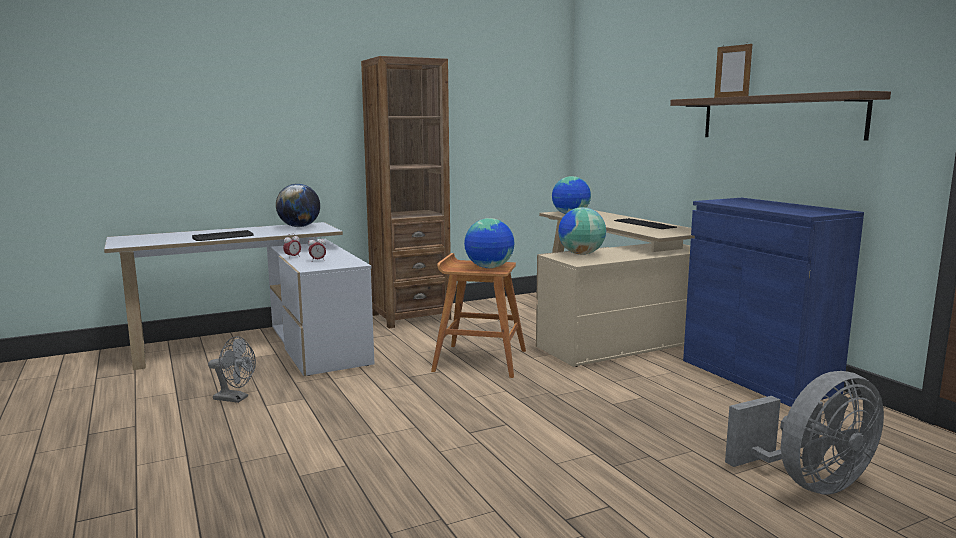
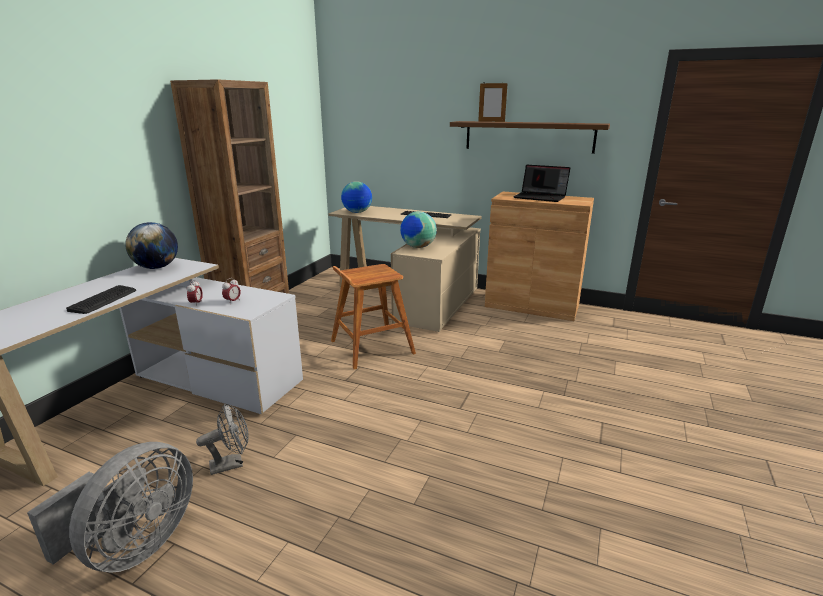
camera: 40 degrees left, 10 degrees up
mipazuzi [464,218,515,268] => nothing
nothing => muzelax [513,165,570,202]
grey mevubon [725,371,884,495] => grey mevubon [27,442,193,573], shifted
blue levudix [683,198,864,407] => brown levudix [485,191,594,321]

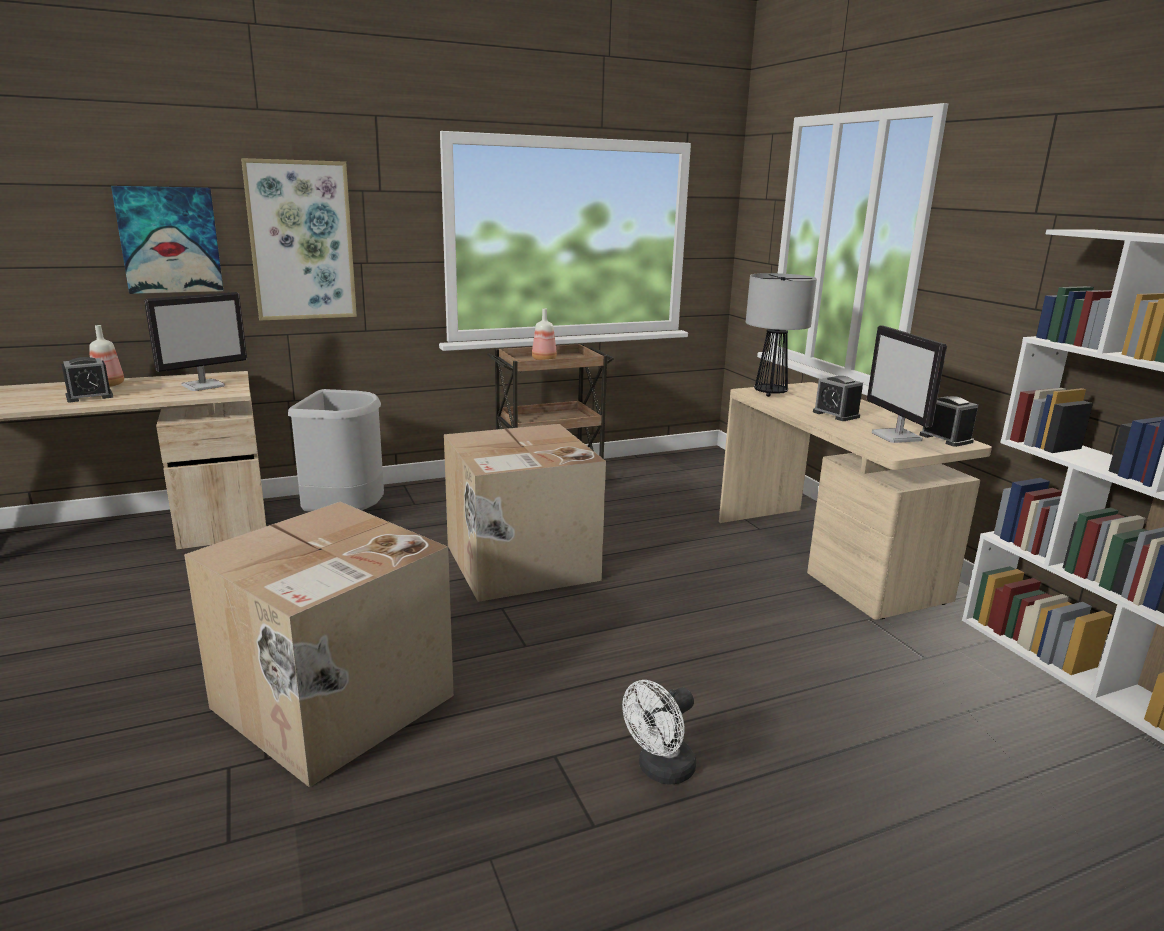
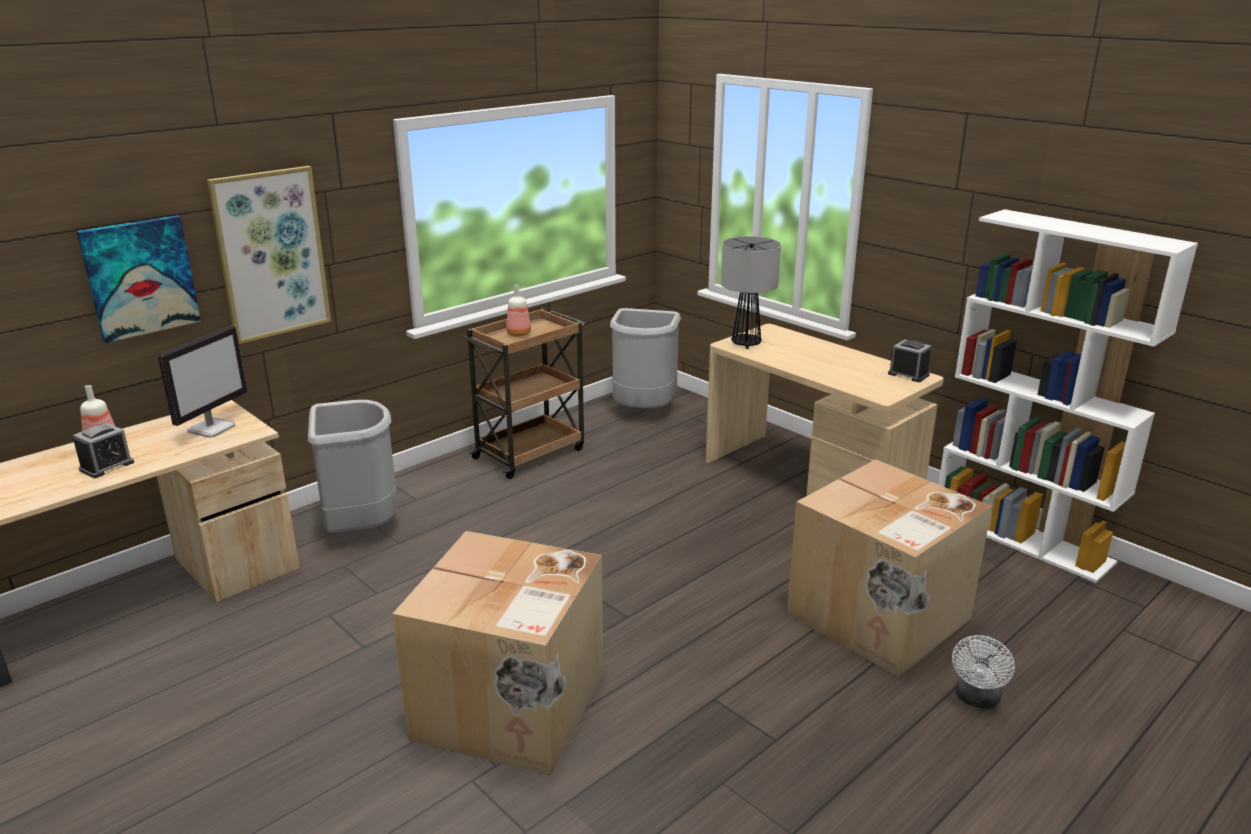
camera: 20 degrees left, 5 degrees up
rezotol [813,376,863,421] => nothing
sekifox [867,325,947,443] => nothing
nothing => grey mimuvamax [610,308,681,408]
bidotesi [444,424,606,602] => bidotesi [787,459,992,677], shifted
white mevubon [622,680,696,785] => white mevubon [952,633,1015,709], shifted

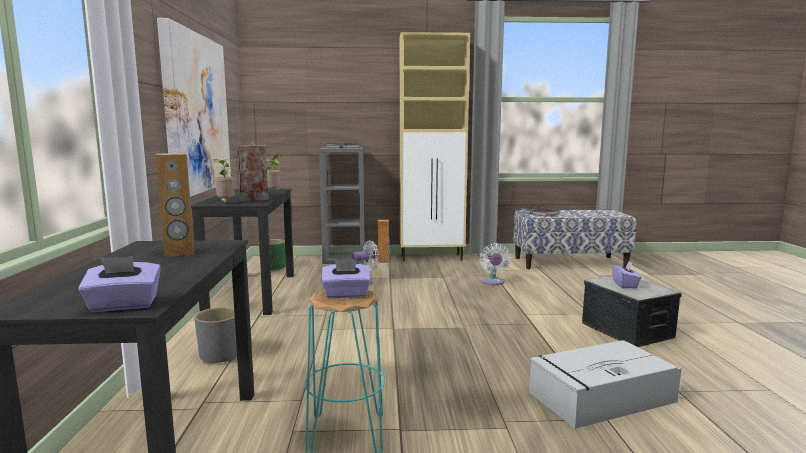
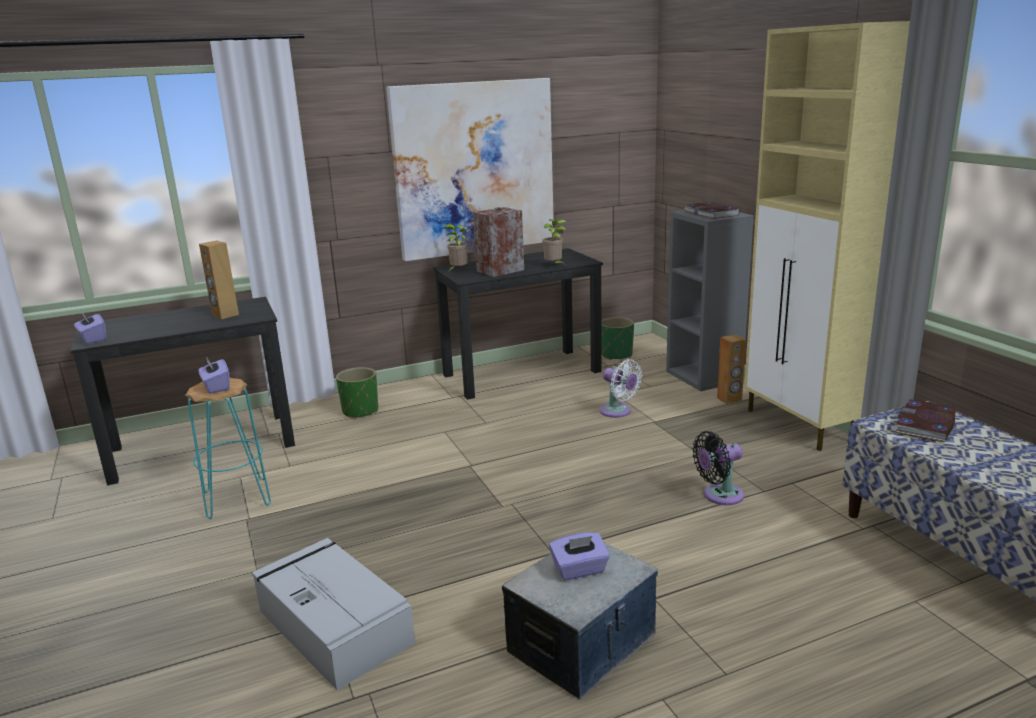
camera: 70 degrees right, 10 degrees up
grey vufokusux [194,307,237,363] => green vufokusux [336,367,378,419]
white mevubon [480,243,511,285] => black mevubon [692,431,744,505]

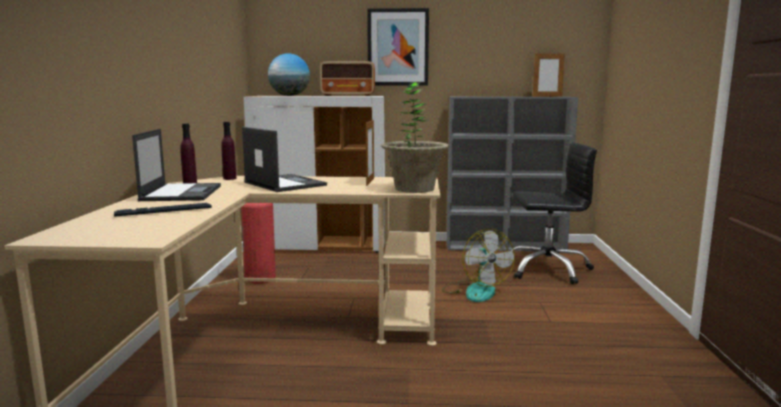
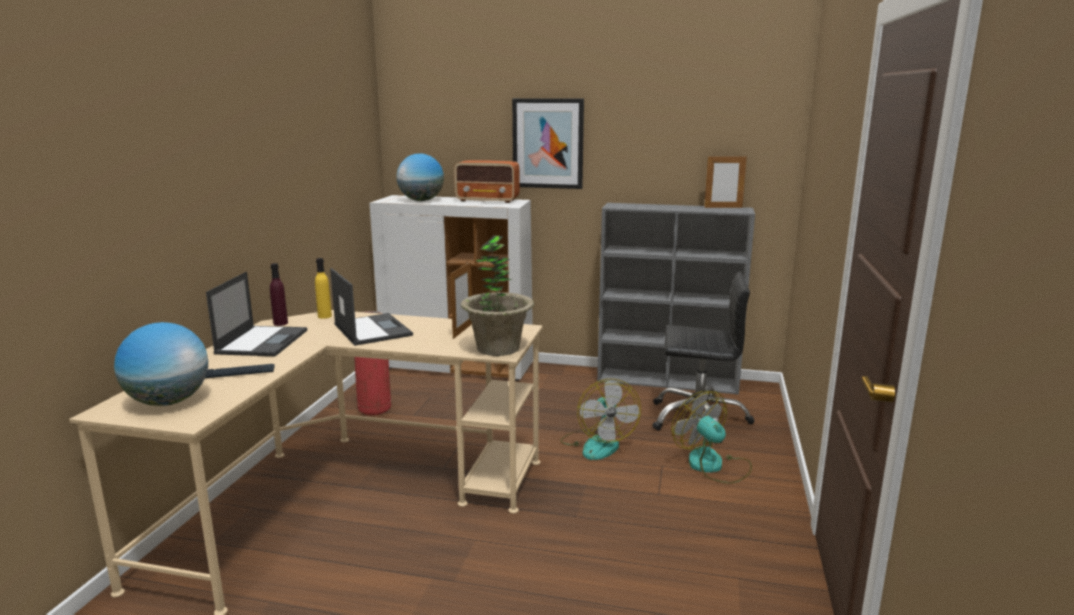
camera: 10 degrees right, 5 degrees up
nothing => mipazuzi [114,322,208,406]
nothing => mevubon [671,391,752,484]
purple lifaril [221,122,237,180] => yellow lifaril [315,258,332,319]

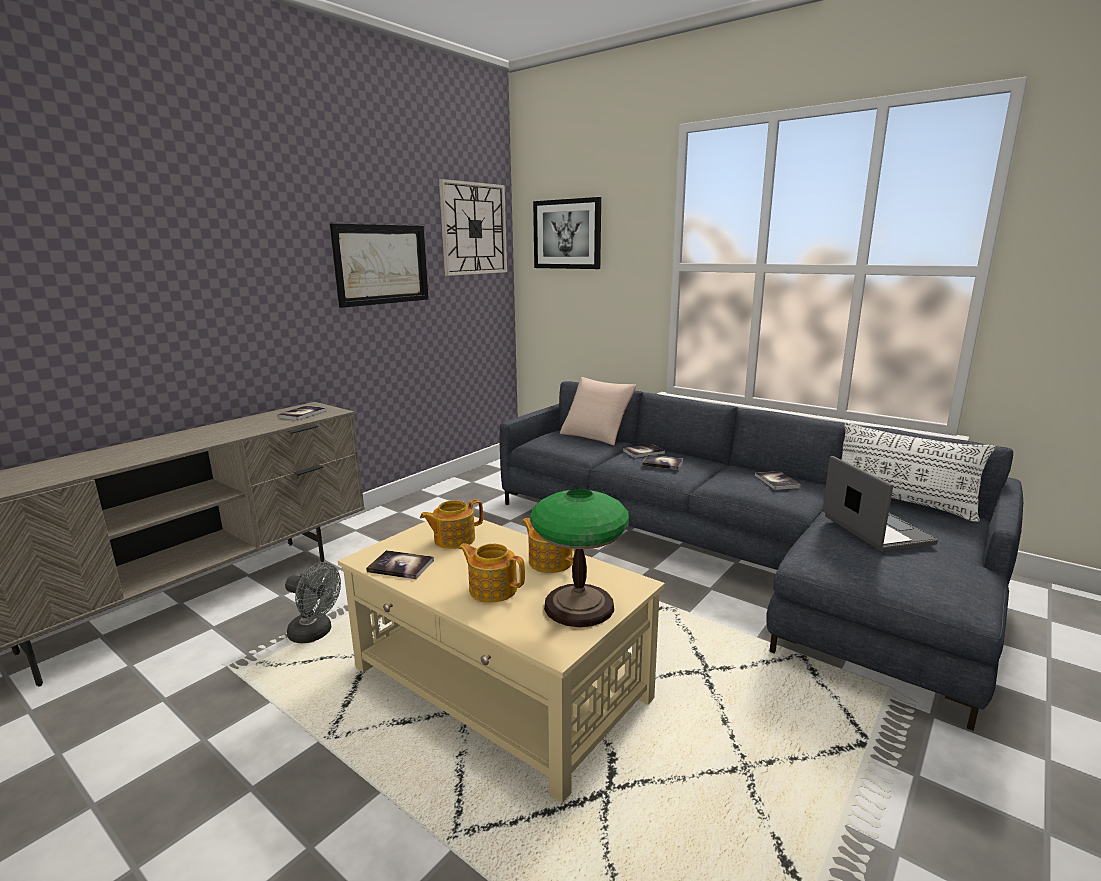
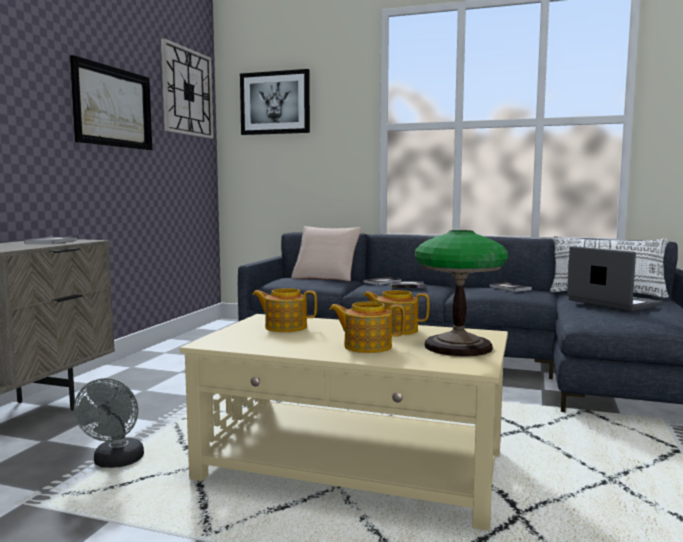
camera: 20 degrees left, 10 degrees down
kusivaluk [366,550,434,579] => nothing
grey mevubon [285,563,341,643] => grey mevubon [74,378,144,468], 90 degrees clockwise
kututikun [420,499,483,549] => kututikun [252,288,317,332], 60 degrees clockwise

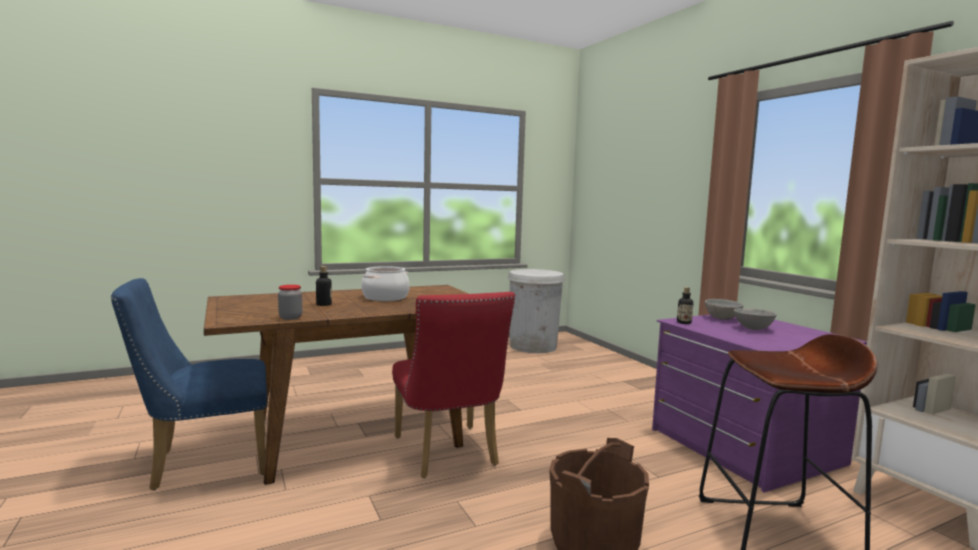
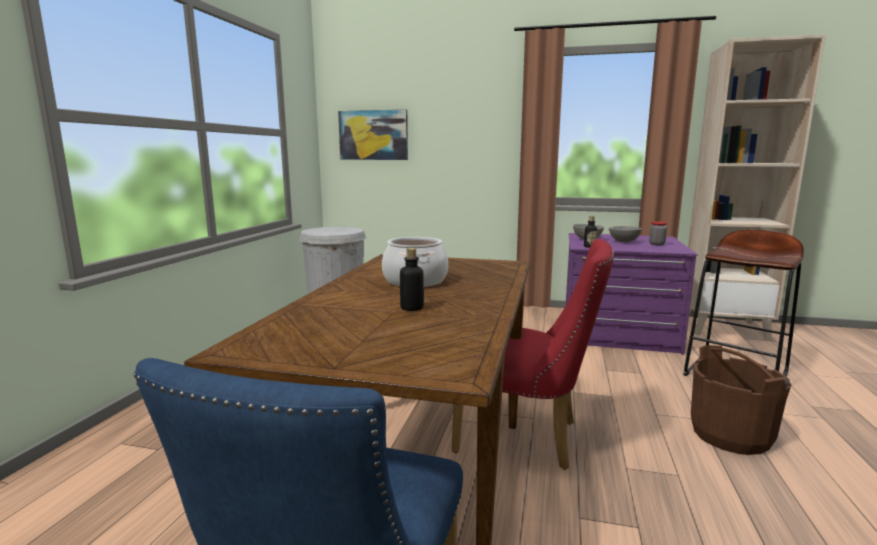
camera: 50 degrees left, 5 degrees up
nothing => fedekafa [338,110,408,160]
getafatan [278,285,302,320] => getafatan [649,222,667,245], shifted

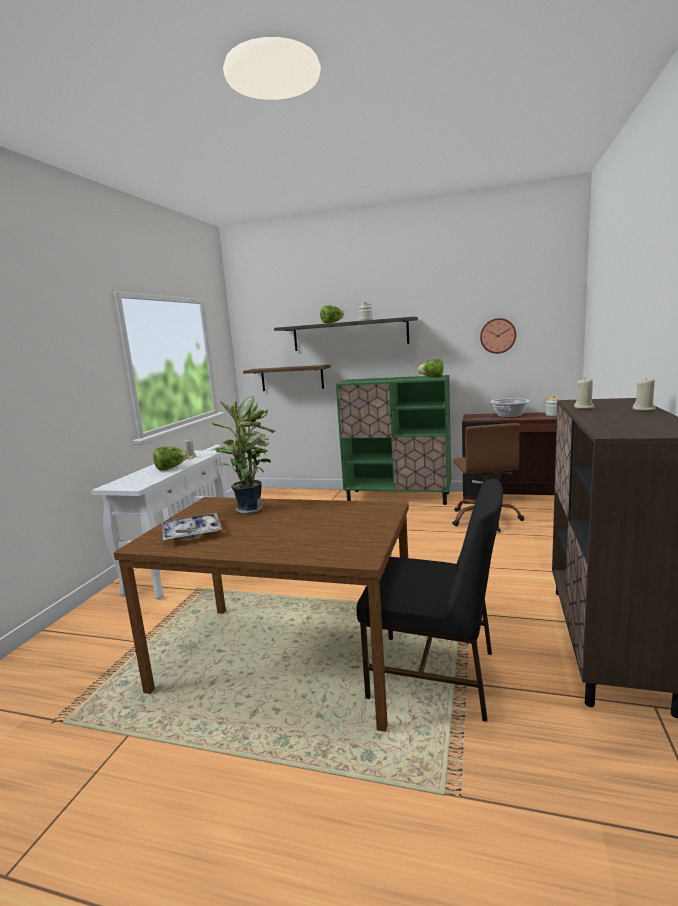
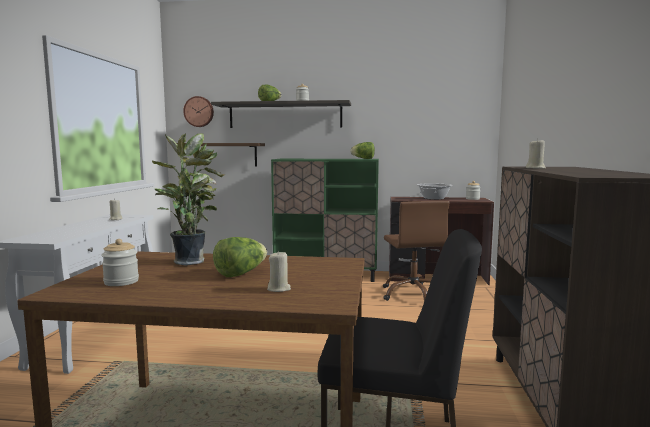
camera: 10 degrees left, 5 degrees down
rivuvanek [153,447,188,470] => rivuvanek [213,237,267,277], shifted
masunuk [480,318,516,354] => masunuk [183,96,214,127], shifted
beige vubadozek [633,377,656,411] => beige vubadozek [267,251,291,292], shifted
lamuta [162,513,222,540] => getafatan [101,239,139,286]

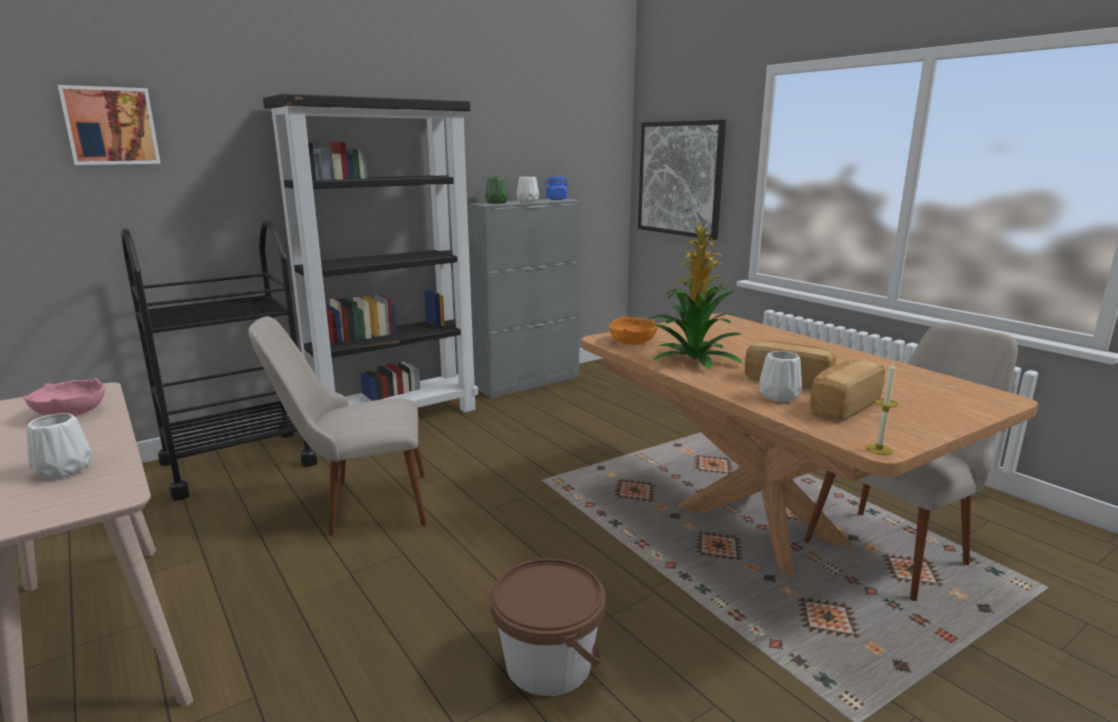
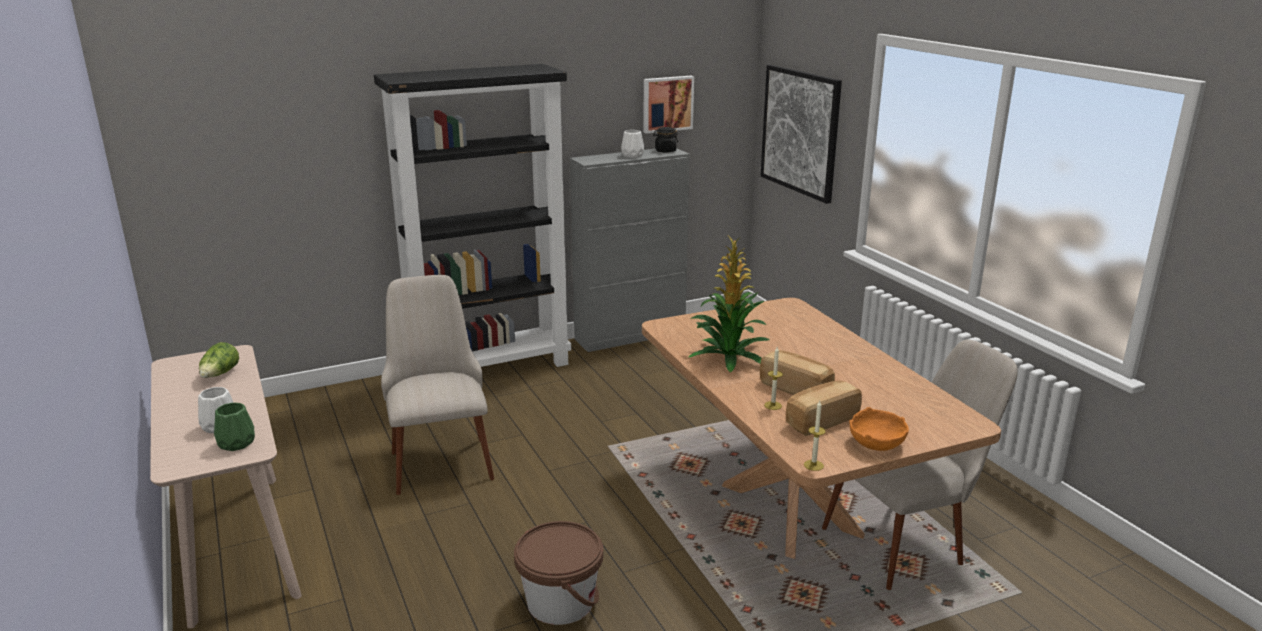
camera: 10 degrees right, 5 degrees up
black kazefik [121,220,317,501] => nothing
fedekafa [58,85,161,165] => fedekafa [643,76,694,134], shifted
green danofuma [485,177,508,204] => green danofuma [214,403,255,451], shifted
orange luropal [609,316,658,345] => orange luropal [849,407,909,451], shifted
pink luropal [23,378,105,416] => rivuvanek [199,342,239,378]
white danofuma [759,351,802,402] => vubadozek [764,347,783,410]
blue getafatan [544,177,569,200] => black getafatan [653,127,678,153]
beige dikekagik [248,316,426,536] => beige dikekagik [381,275,494,495], 75 degrees clockwise

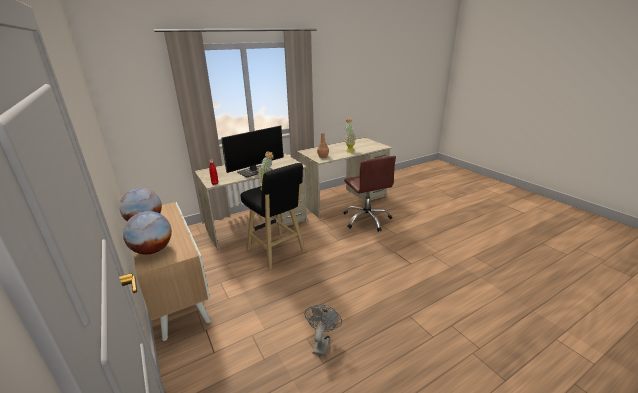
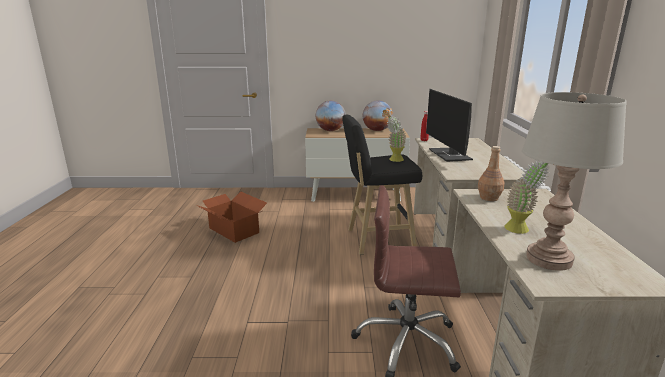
camera: 120 degrees right, 5 degrees down
nothing => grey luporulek [522,92,627,271]
grey mevubon [305,304,342,356] => bidotesi [196,191,267,243]

